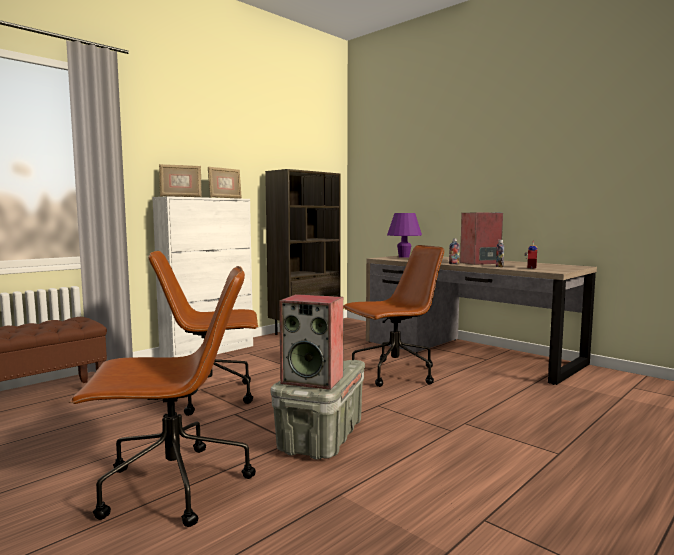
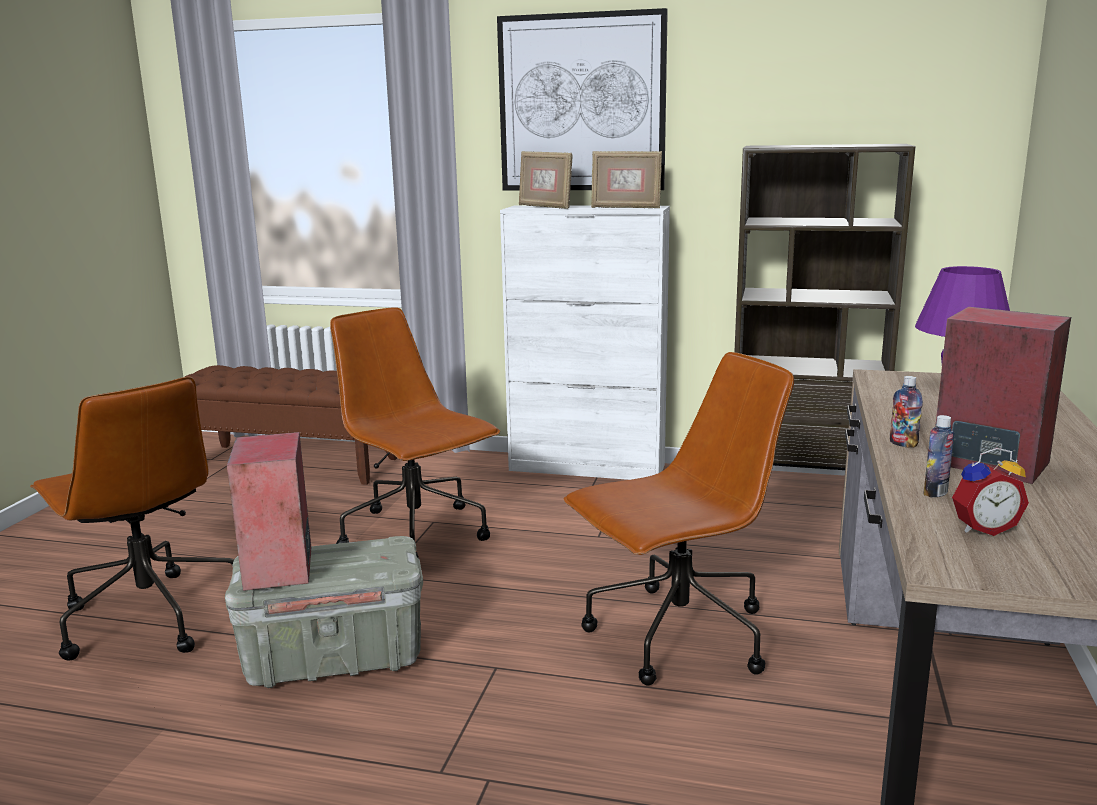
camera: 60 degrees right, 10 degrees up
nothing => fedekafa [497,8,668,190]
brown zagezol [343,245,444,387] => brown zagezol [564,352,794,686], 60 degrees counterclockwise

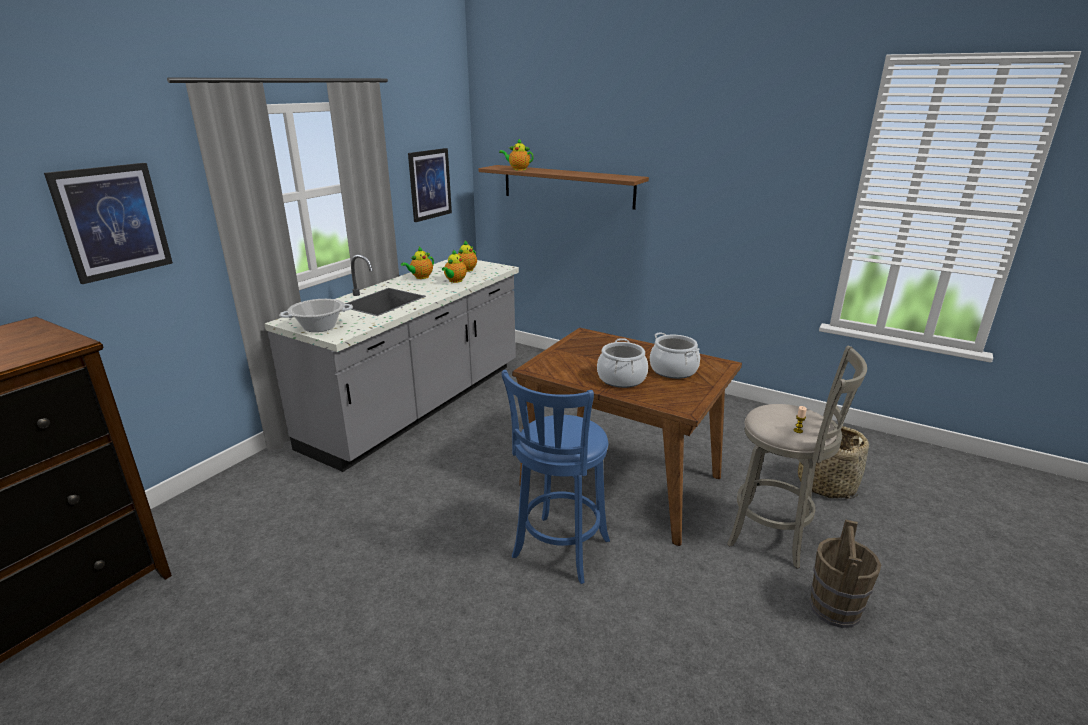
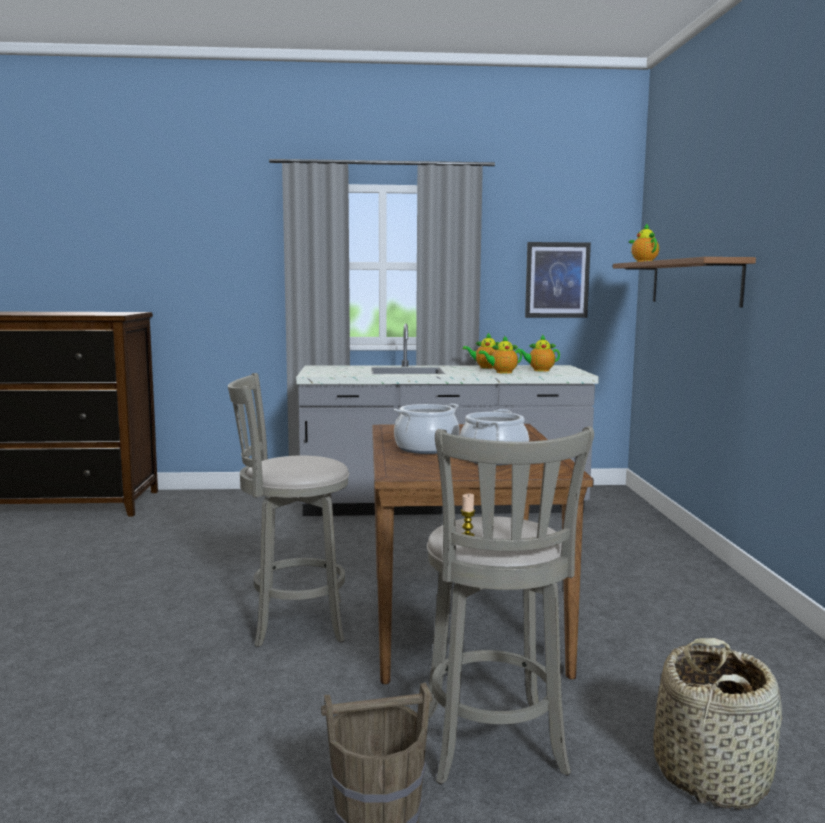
camera: 55 degrees right, 15 degrees down
fedekafa [44,163,173,284] => nothing
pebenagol [279,299,353,332] => nothing
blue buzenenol [501,370,610,584] => grey buzenenol [228,373,349,647]

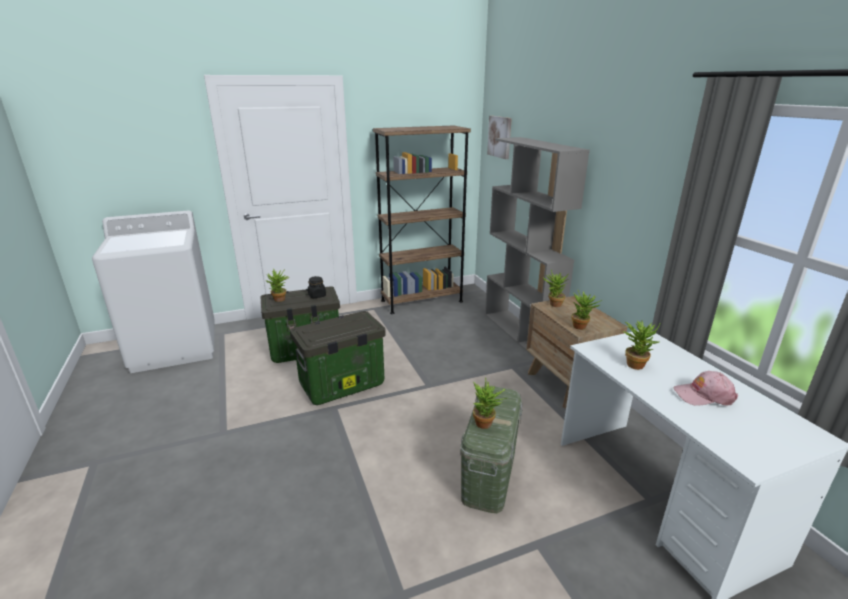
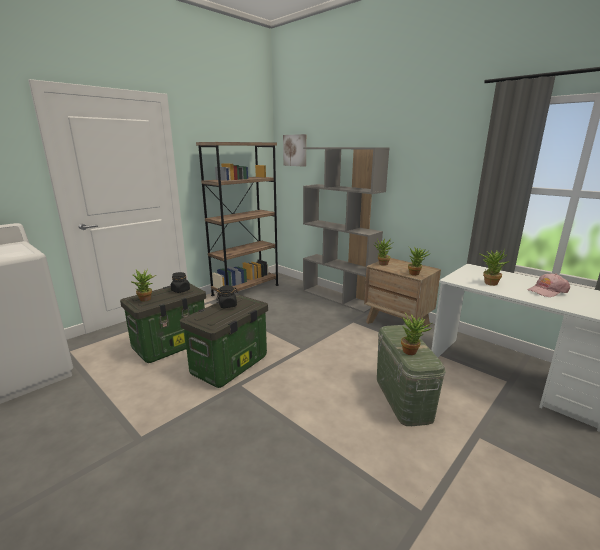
camera: 25 degrees left, 5 degrees down
nothing => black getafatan [216,285,238,308]

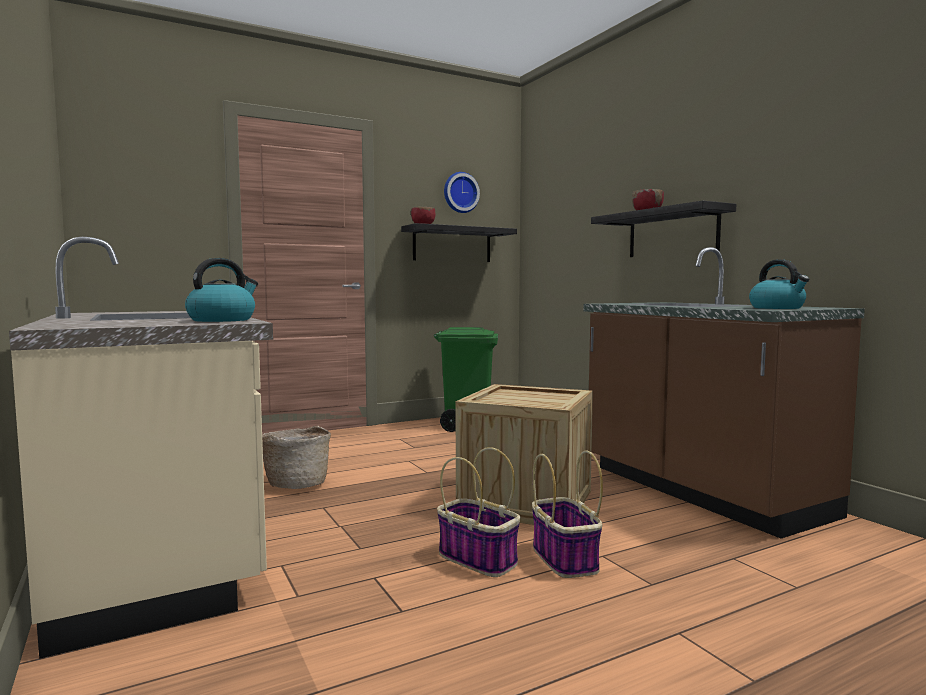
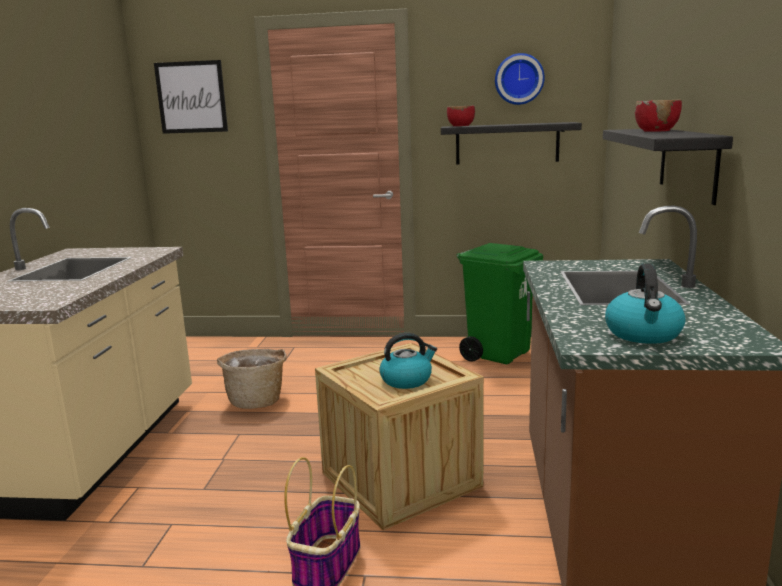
camera: 35 degrees right, 10 degrees up
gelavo [437,447,520,577] => nothing
nothing => fedekafa [154,60,228,134]
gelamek [185,258,258,322] => gelamek [379,333,437,389], shifted

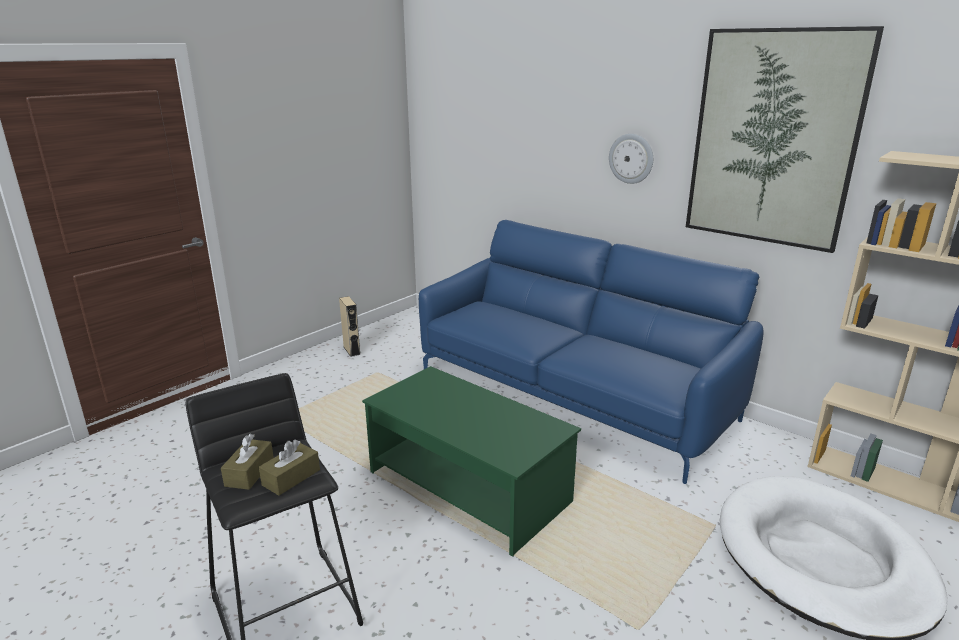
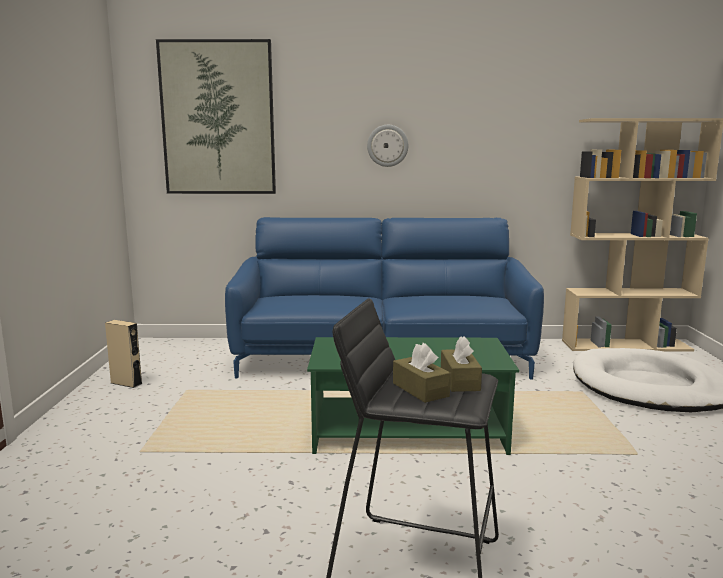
camera: 40 degrees left, 10 degrees down
fedekafa [686,26,884,253] => fedekafa [156,39,276,194], shifted

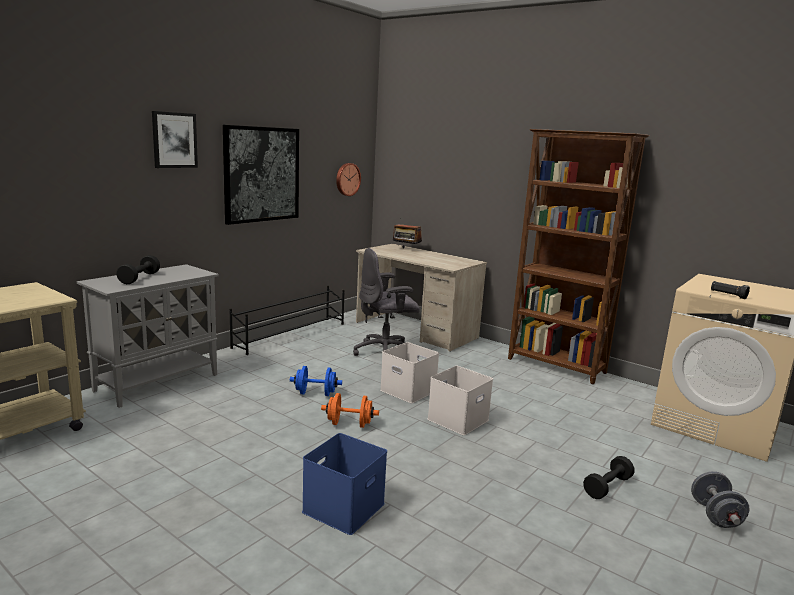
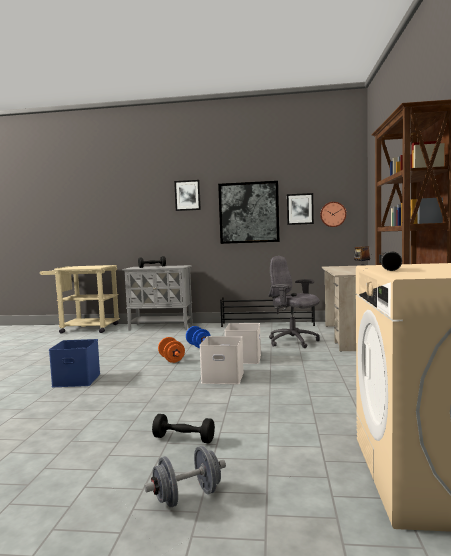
camera: 60 degrees right, 10 degrees down
nothing => fedekafa [287,193,314,225]

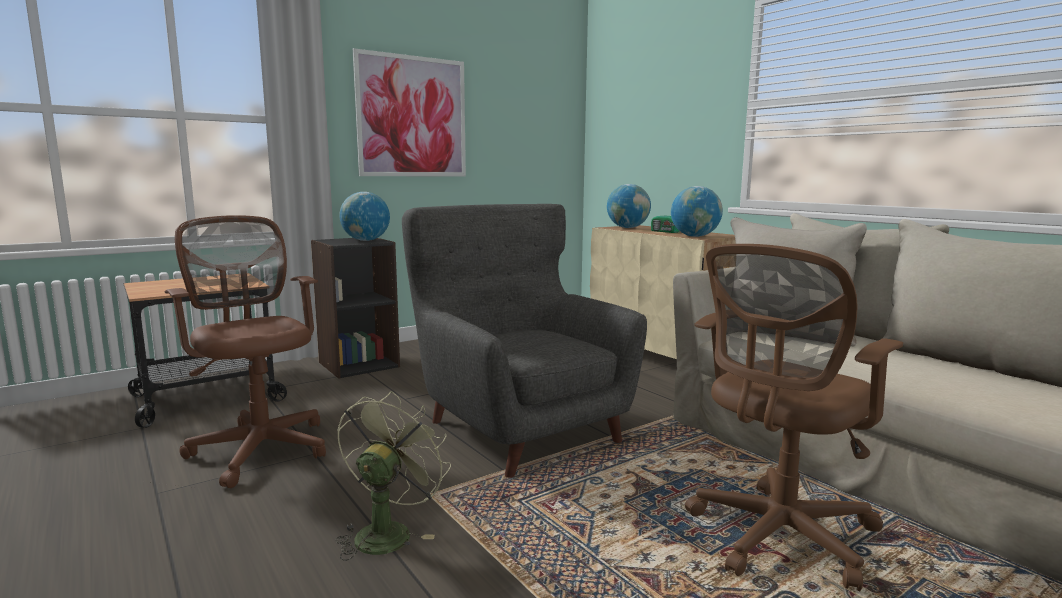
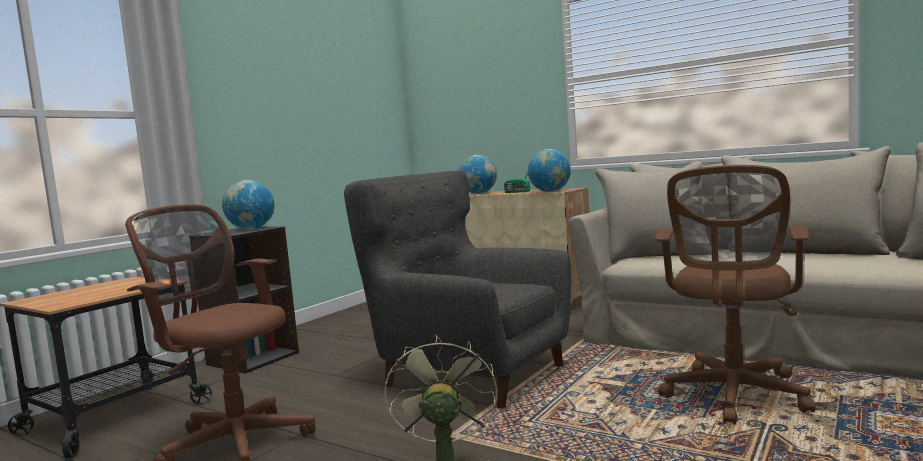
camera: 20 degrees left, 5 degrees down
fedekafa [353,48,466,176] => nothing

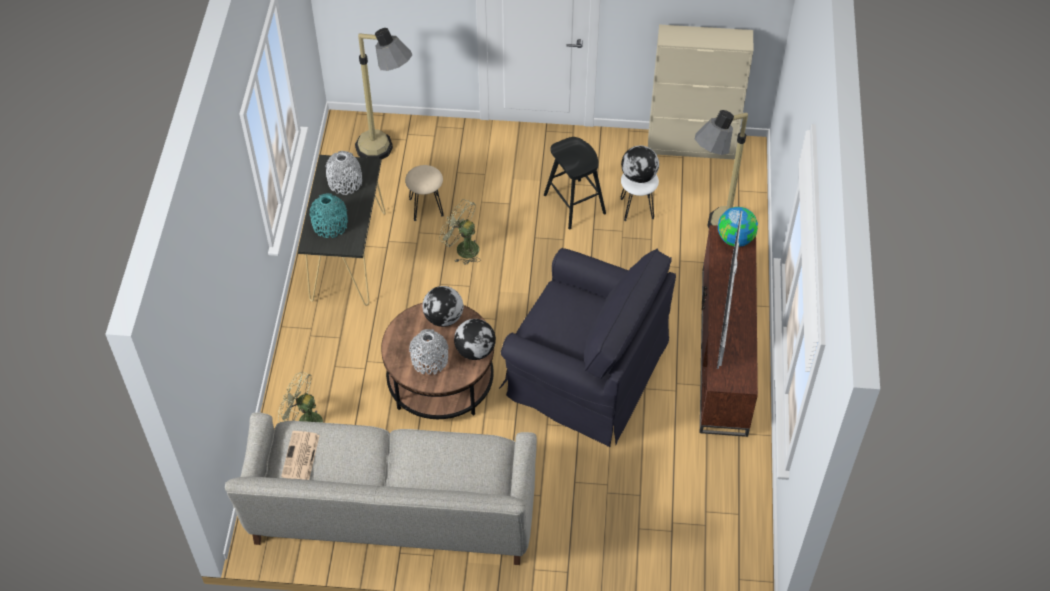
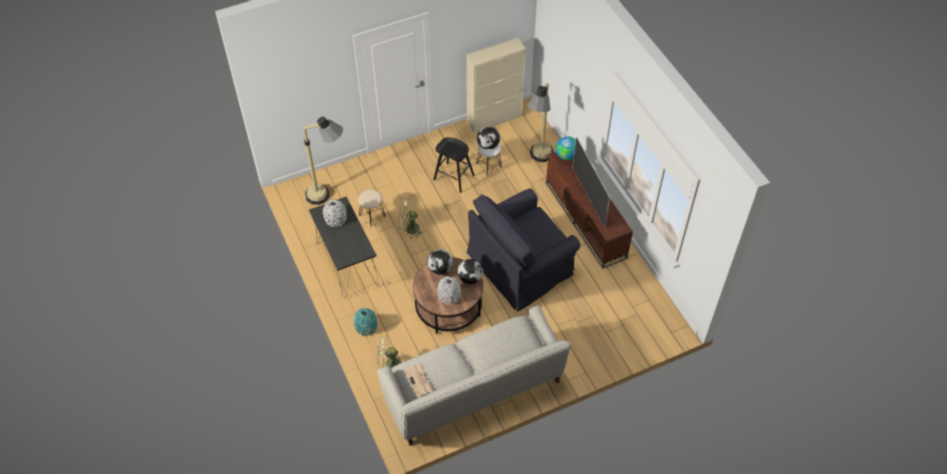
camera: 30 degrees left, 0 degrees up
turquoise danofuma [310,193,348,238] => turquoise danofuma [354,308,377,336], shifted
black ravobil [499,248,676,447] => black ravobil [467,188,581,311], 150 degrees clockwise

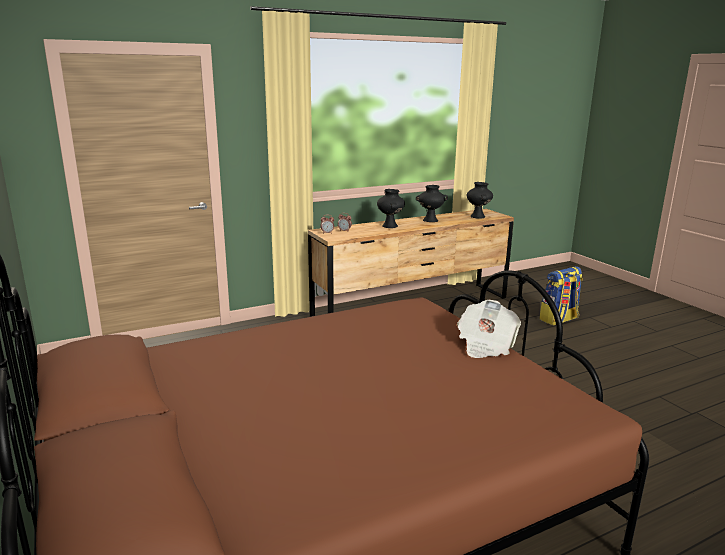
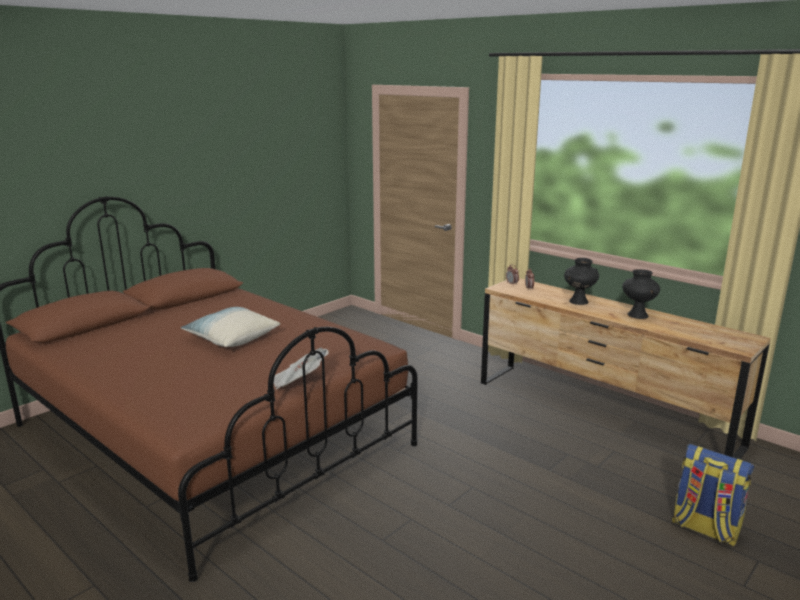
camera: 70 degrees right, 0 degrees up
black danofuma [467,182,493,218] => nothing
nothing => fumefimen [181,307,280,347]

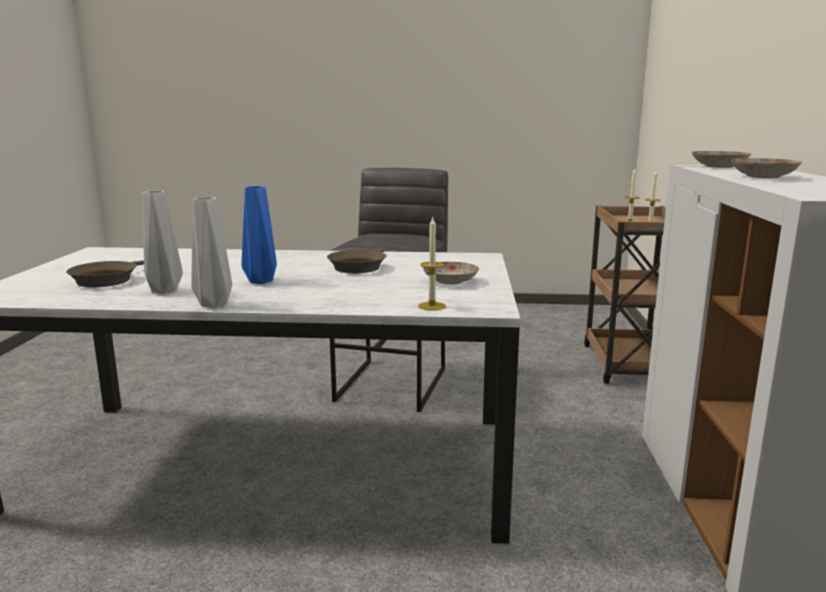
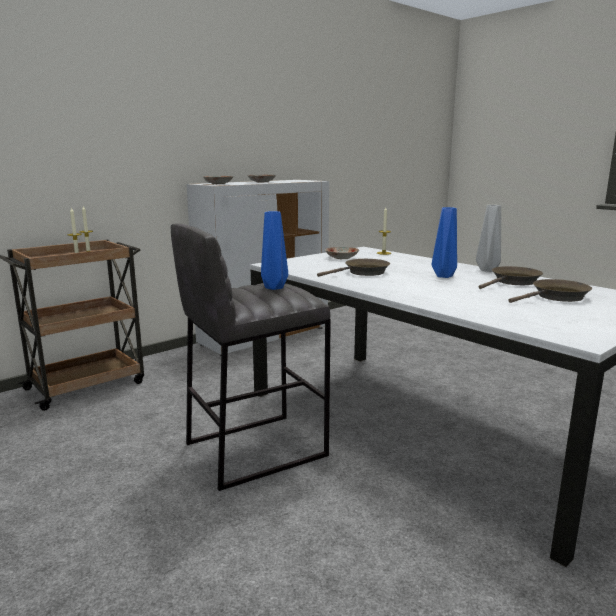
camera: 135 degrees left, 0 degrees up
nothing => blue danofuma [261,211,288,290]
grey danofuma [142,190,183,294] => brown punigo [479,266,543,289]

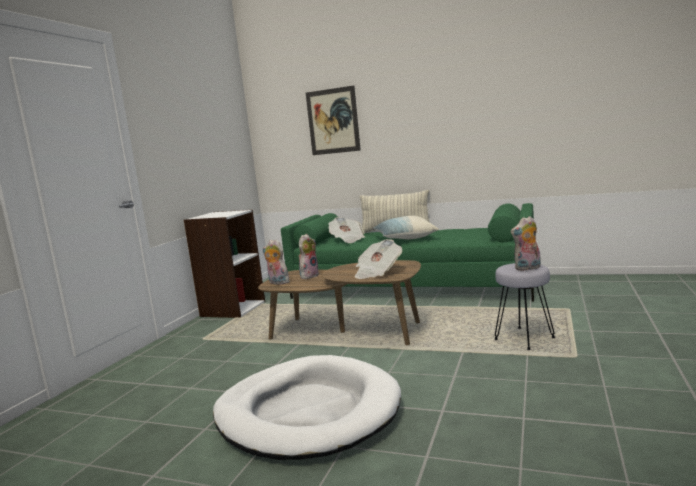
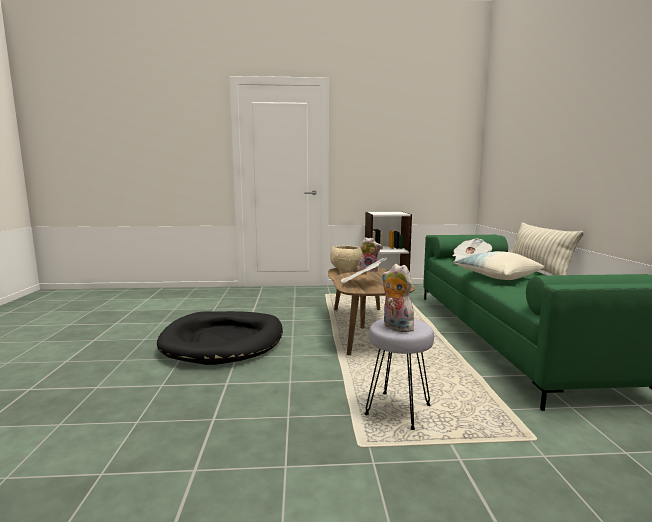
camera: 65 degrees right, 0 degrees up
fedekafa [306,85,361,155] => nothing
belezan [263,240,290,285] => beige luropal [330,245,362,271]
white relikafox [213,355,401,460] => black relikafox [157,311,283,365]

